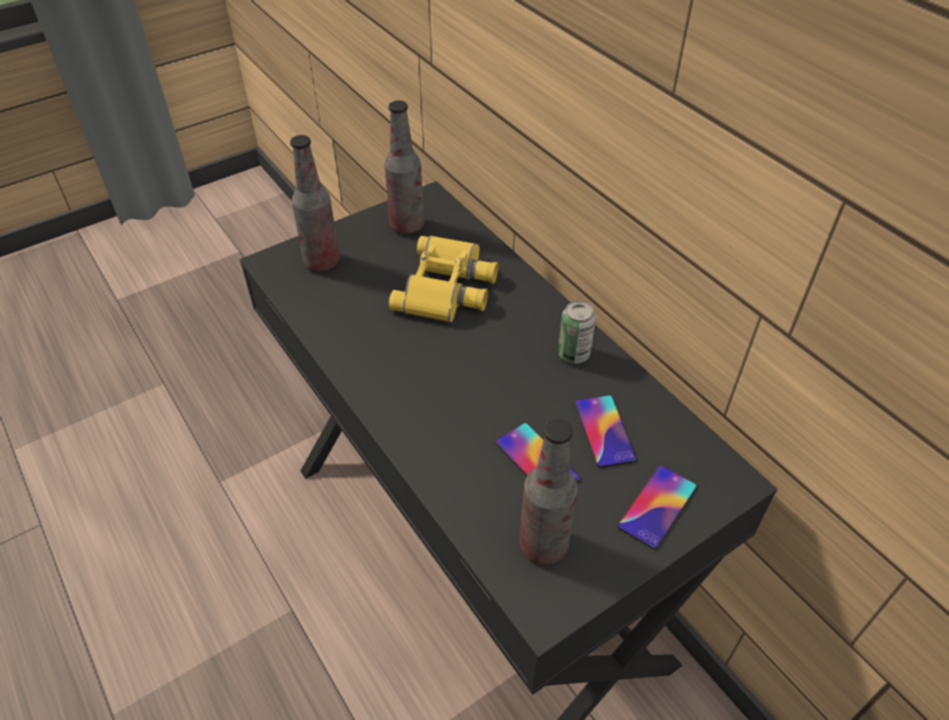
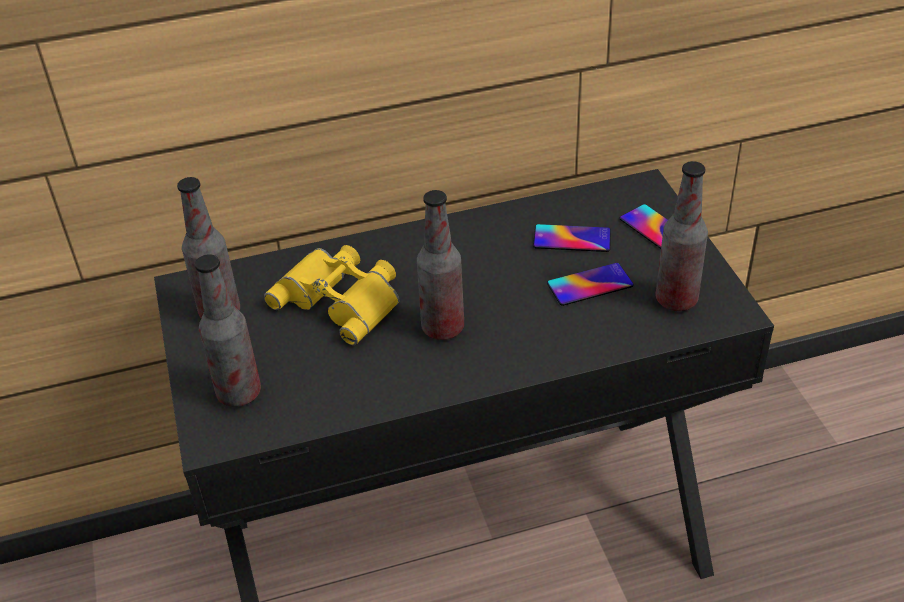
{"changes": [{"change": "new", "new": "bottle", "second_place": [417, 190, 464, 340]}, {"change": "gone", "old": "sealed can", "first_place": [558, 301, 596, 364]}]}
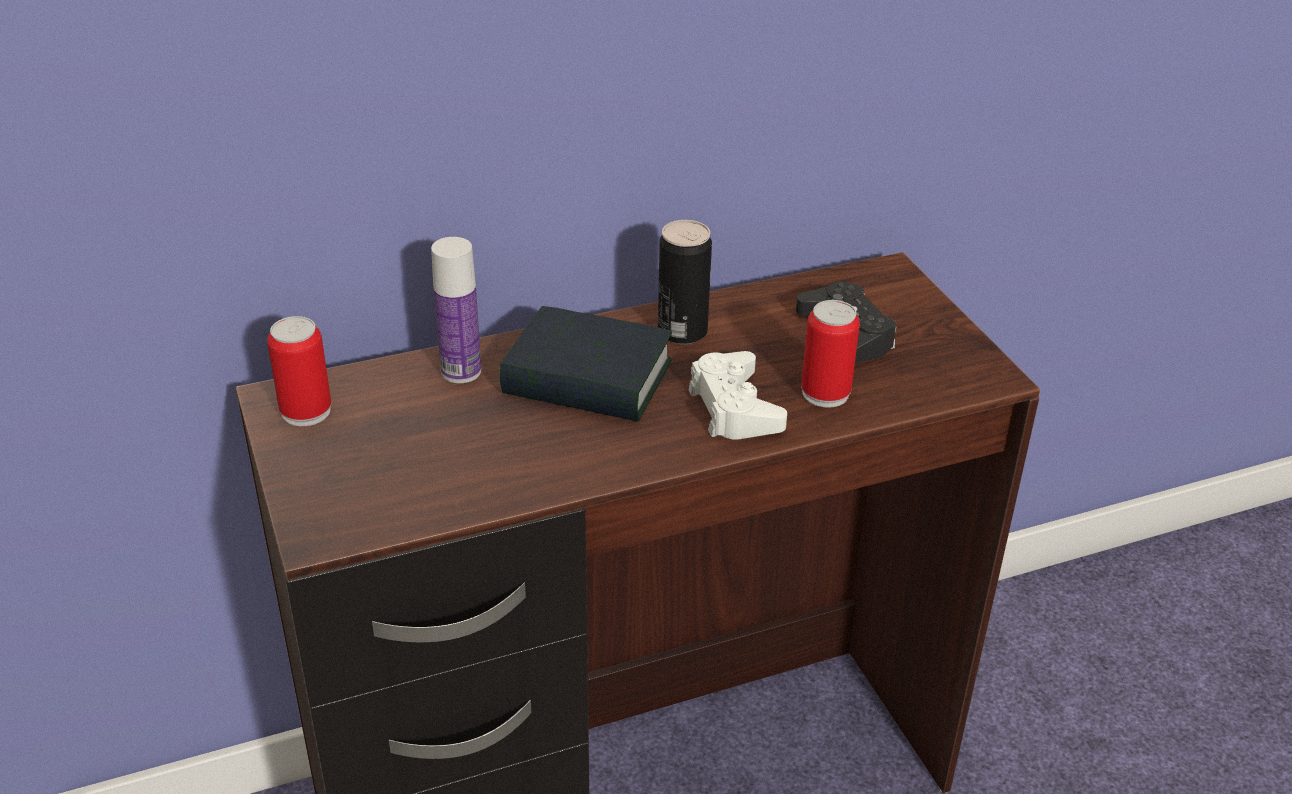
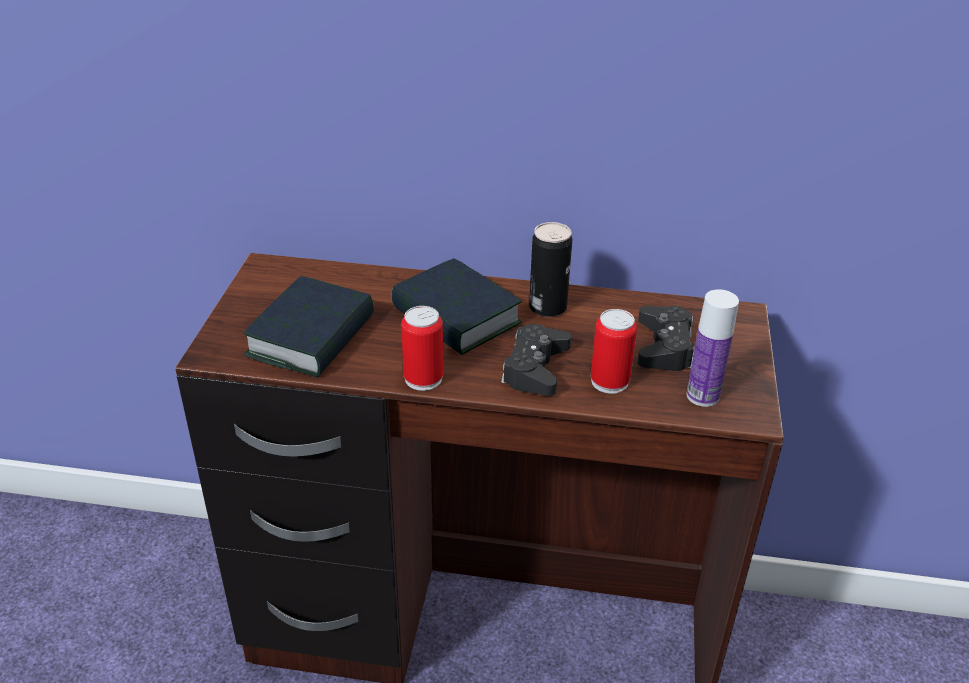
{"changes": [{"change": "new", "new": "bound book", "second_place": [243, 276, 374, 378]}, {"change": "shifted", "old": "sealed can", "first_place": [267, 316, 331, 426], "second_place": [401, 306, 443, 391]}, {"change": "repainted", "old": "white-coloured game controller", "new": "blackish game controller", "first_place": [688, 351, 787, 440], "second_place": [501, 324, 572, 396]}, {"change": "shifted", "old": "bottle", "first_place": [431, 237, 481, 383], "second_place": [686, 289, 739, 407]}]}
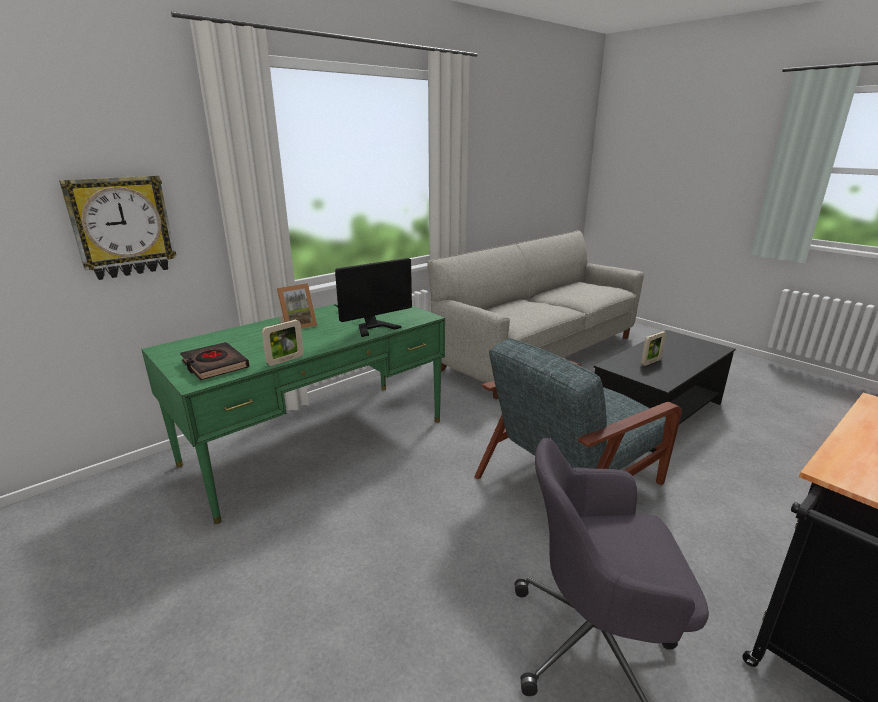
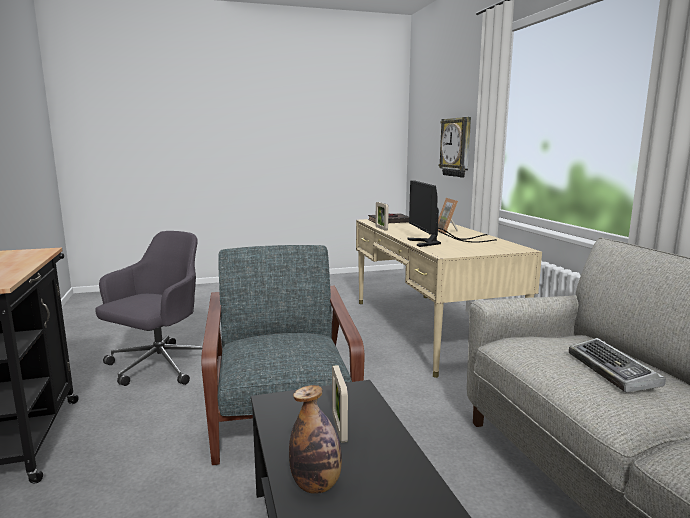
{"changes": [{"change": "new", "new": "bottle", "second_place": [289, 385, 342, 494]}, {"change": "repainted", "old": "green desk table", "new": "beige-coloured desk table", "first_place": [141, 303, 445, 524], "second_place": [356, 219, 542, 378]}, {"change": "new", "new": "keyboard", "second_place": [569, 338, 666, 393]}]}
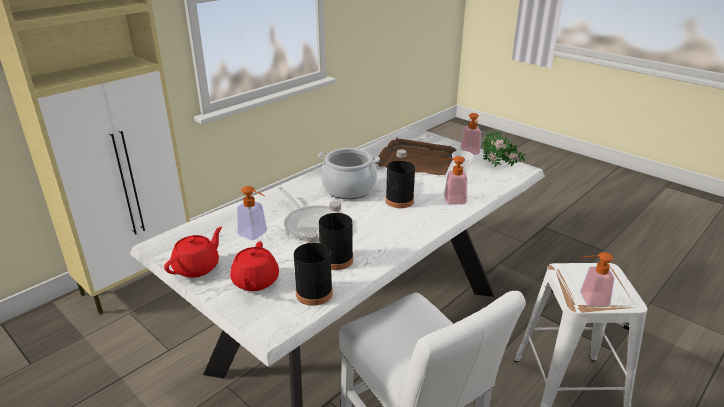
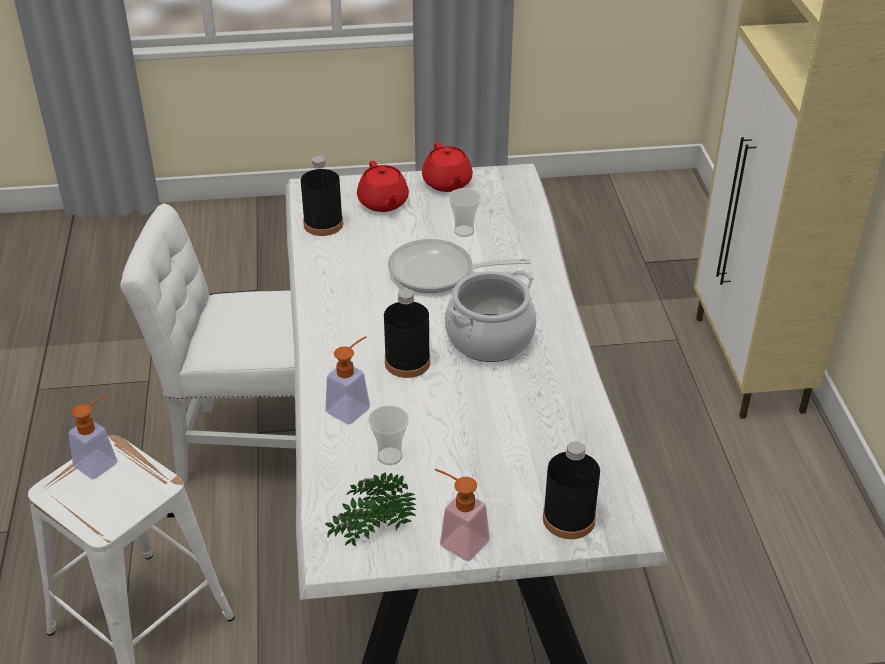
{"changes": [{"change": "rotated", "old": "reddish pot for tea", "first_place": [230, 241, 279, 291], "second_place": [357, 161, 409, 212], "degrees": -150}, {"change": "swapped", "old": "soap bottle", "new": "small cup", "first_place": [237, 186, 267, 240], "second_place": [448, 188, 481, 237]}, {"change": "shifted", "old": "blackish bottle", "first_place": [319, 201, 353, 270], "second_place": [543, 442, 600, 539]}, {"change": "gone", "old": "brown-coloured tray", "first_place": [375, 137, 456, 175]}]}
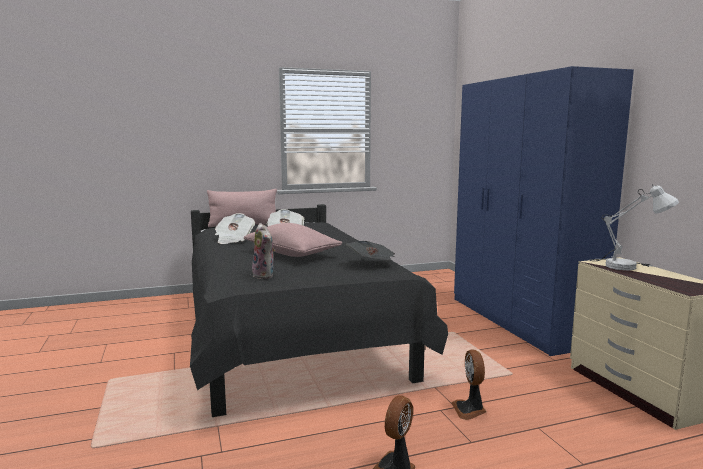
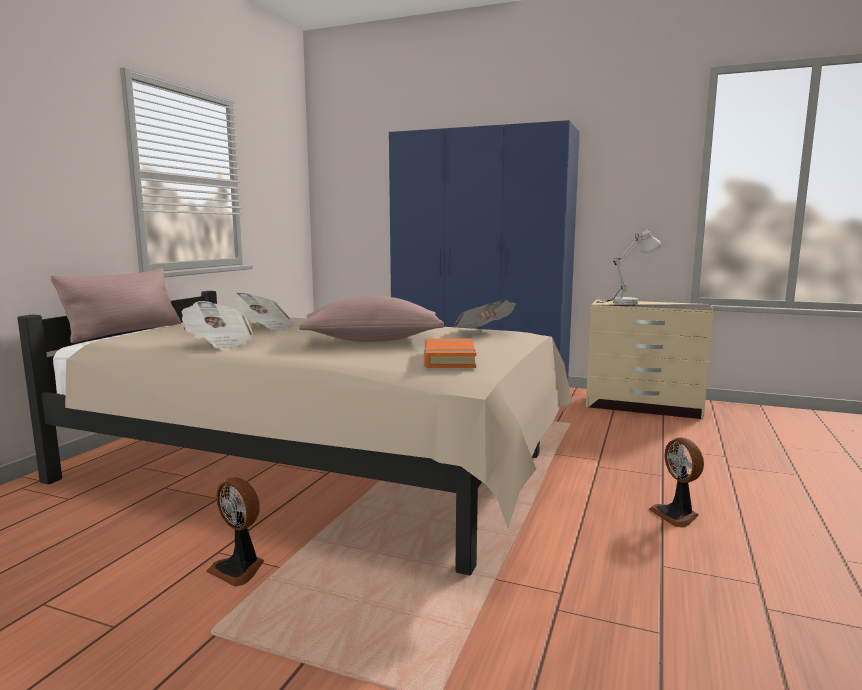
{"changes": [{"change": "repainted", "old": "blackish bed", "new": "beige-coloured bed", "first_place": [190, 204, 448, 417], "second_place": [18, 291, 572, 575]}, {"change": "shifted", "old": "cooling fan", "first_place": [452, 349, 486, 420], "second_place": [206, 477, 264, 587]}, {"change": "swapped", "old": "plush toy", "new": "orange bound book", "first_place": [252, 223, 275, 279], "second_place": [424, 338, 476, 368]}]}
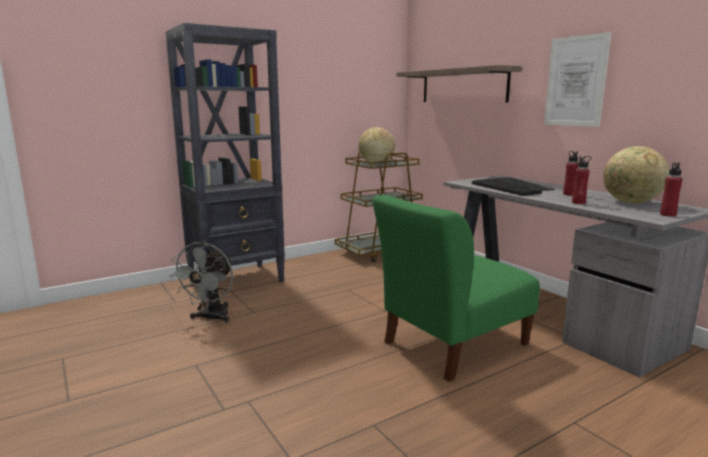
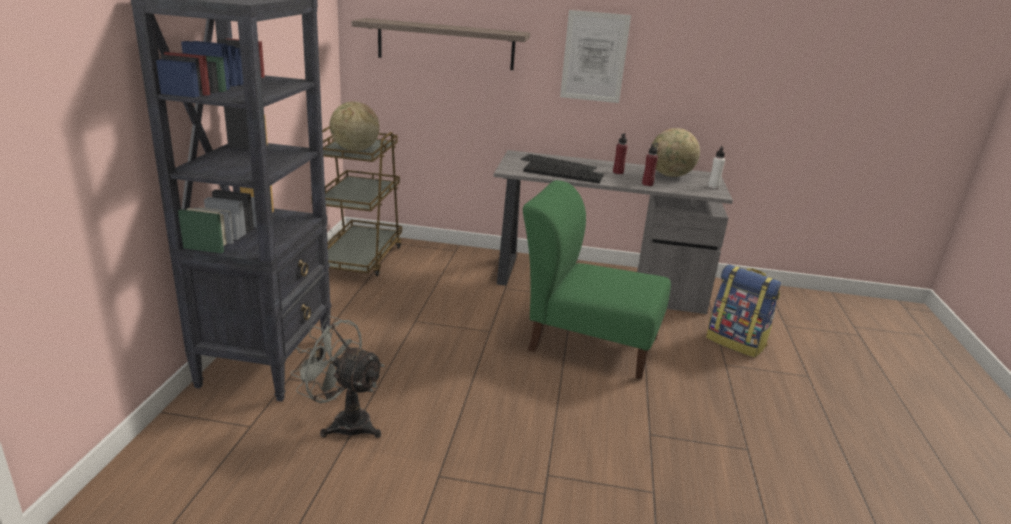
{"changes": [{"change": "rotated", "old": "gray cooling fan", "first_place": [169, 242, 233, 323], "second_place": [290, 316, 384, 438], "degrees": 150}, {"change": "rotated", "old": "green chair", "first_place": [372, 195, 540, 382], "second_place": [523, 180, 671, 379], "degrees": 105}, {"change": "new", "new": "rucksack", "second_place": [706, 264, 781, 358]}, {"change": "repainted", "old": "reddish bottle", "new": "white-coloured bottle", "first_place": [660, 163, 683, 217], "second_place": [708, 146, 725, 189]}]}
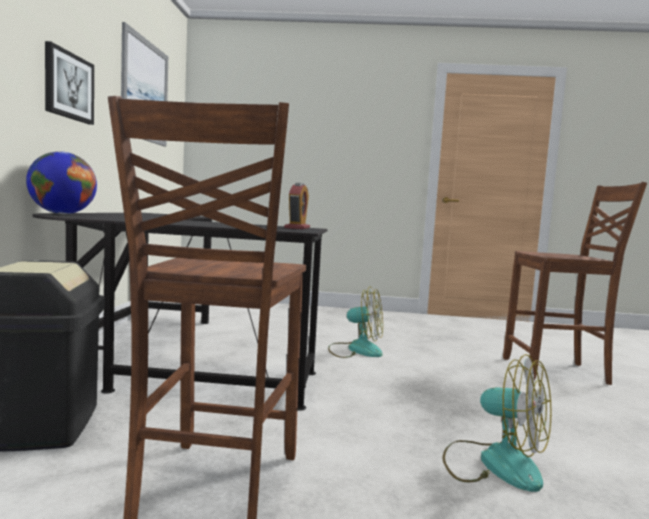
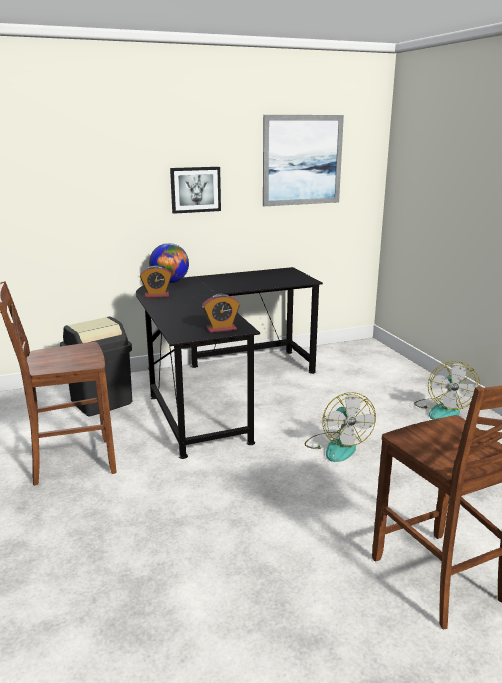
{"changes": [{"change": "new", "new": "alarm clock", "second_place": [140, 266, 172, 298]}, {"change": "shifted", "old": "cooling fan", "first_place": [442, 354, 552, 492], "second_place": [414, 361, 480, 420]}]}
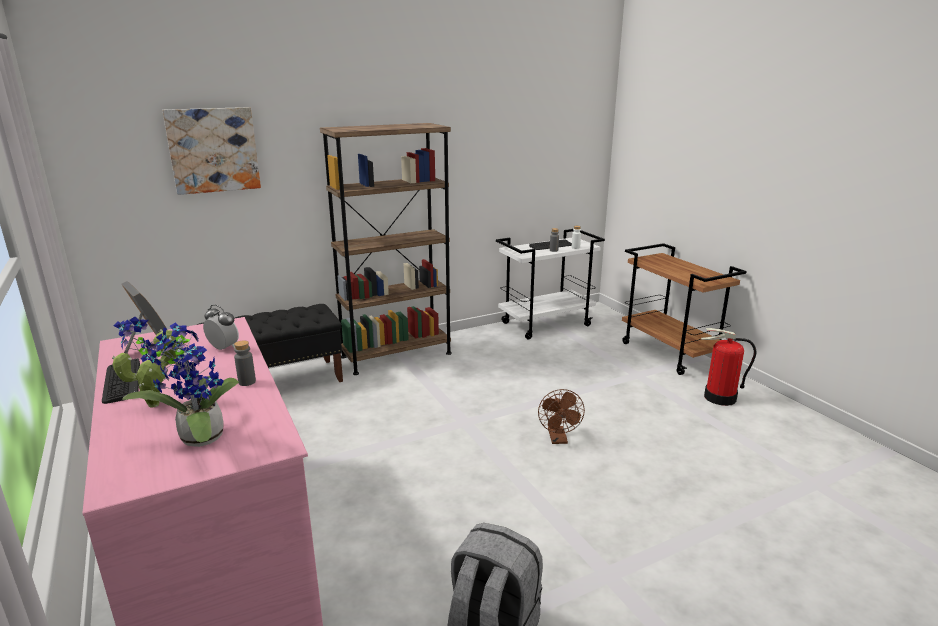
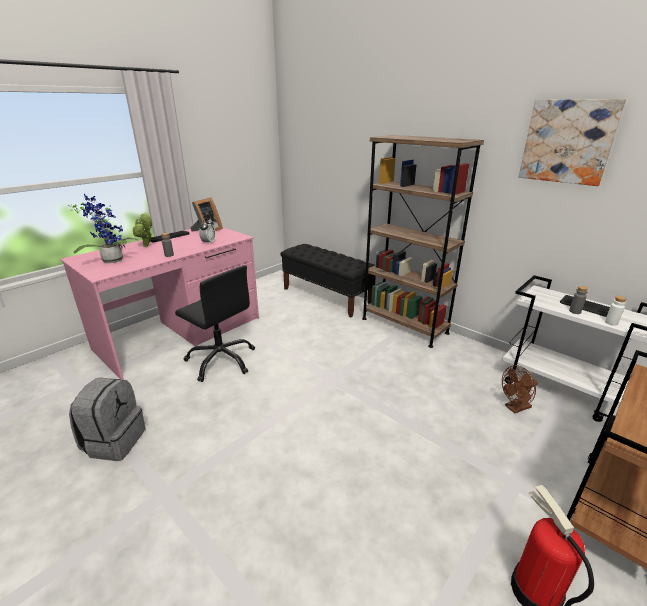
{"changes": [{"change": "new", "new": "blackish computer chair", "second_place": [175, 265, 255, 382]}, {"change": "shifted", "old": "brown-coloured cooling fan", "first_place": [538, 389, 585, 444], "second_place": [502, 365, 538, 413]}, {"change": "shifted", "old": "wall picture", "first_place": [162, 107, 261, 195], "second_place": [519, 99, 626, 186]}]}
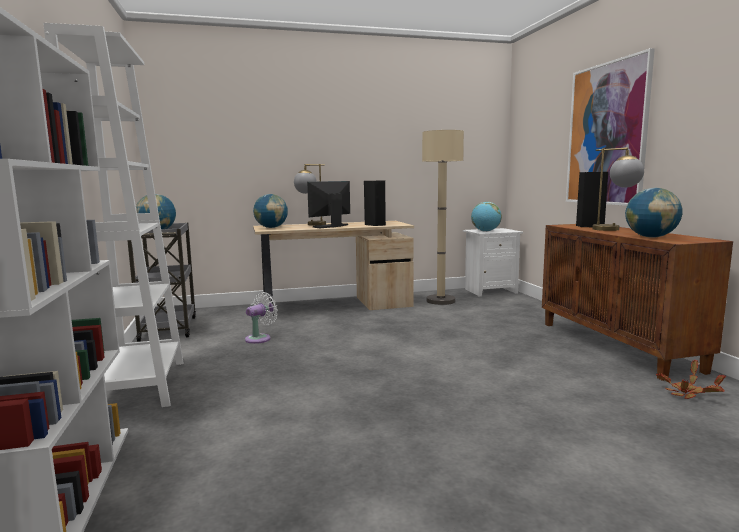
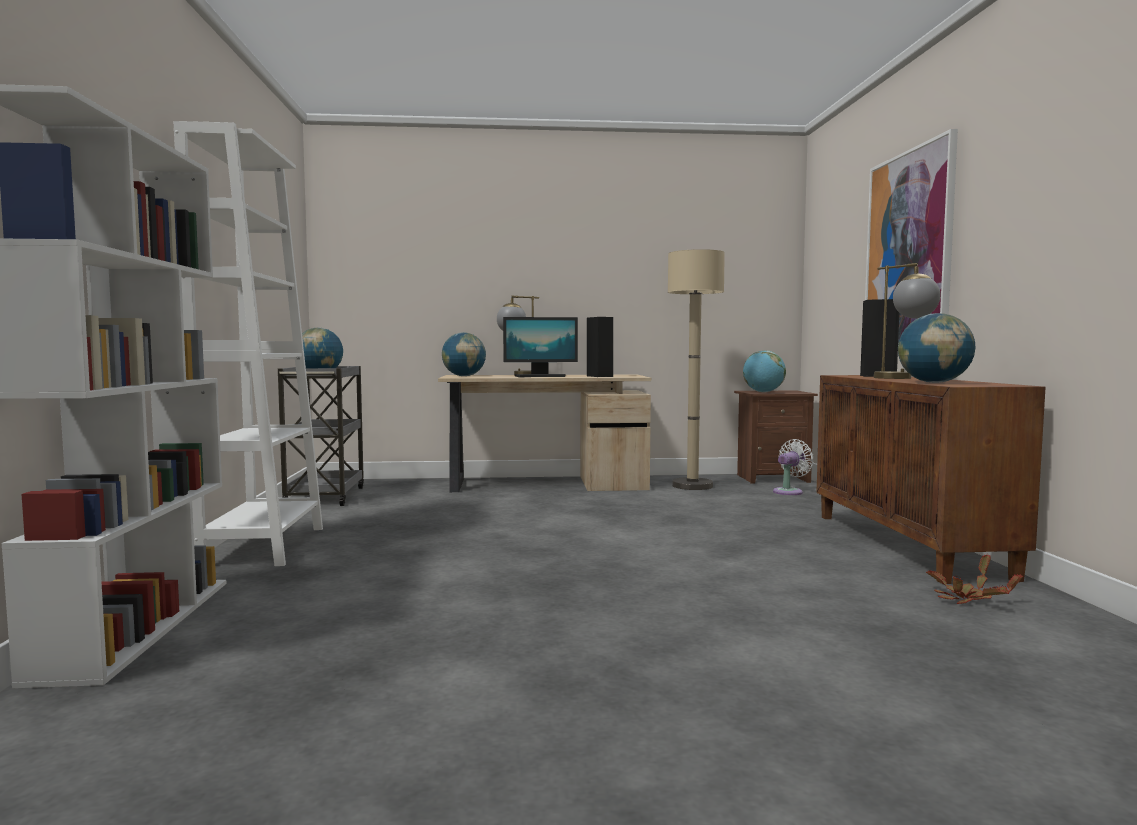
{"changes": [{"change": "rotated", "old": "monitor", "first_place": [307, 181, 350, 228], "second_place": [503, 317, 578, 377], "degrees": -150}, {"change": "repainted", "old": "white-coloured night table", "new": "brown-coloured night table", "first_place": [463, 228, 523, 296], "second_place": [734, 391, 818, 484]}, {"change": "shifted", "old": "white-coloured cooling fan", "first_place": [245, 292, 278, 344], "second_place": [773, 439, 814, 495]}]}
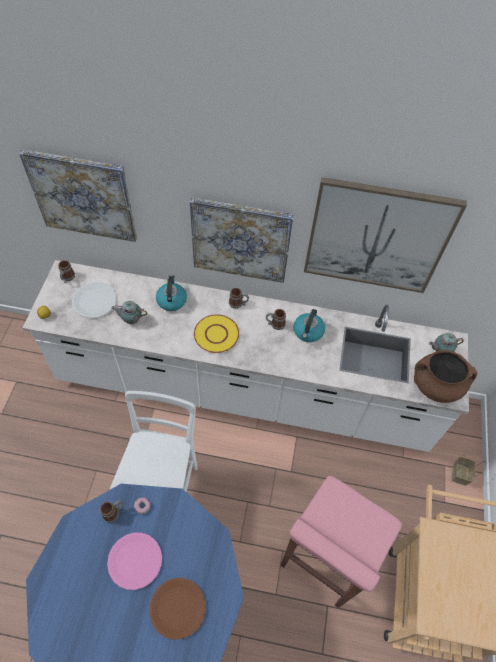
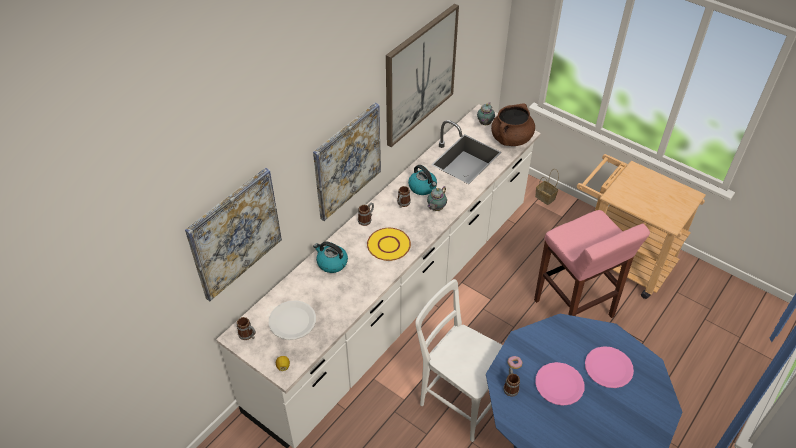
{"changes": [{"change": "shifted", "old": "pot for tea", "first_place": [111, 301, 147, 324], "second_place": [427, 186, 447, 211]}, {"change": "repainted", "old": "brown-coloured plate", "new": "pink plate", "first_place": [149, 578, 206, 640], "second_place": [585, 346, 634, 388]}]}
